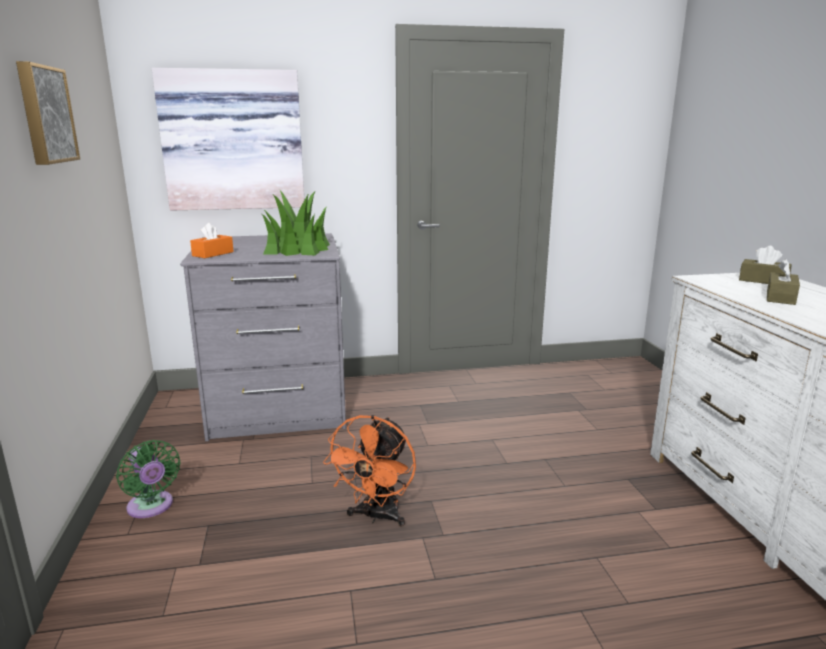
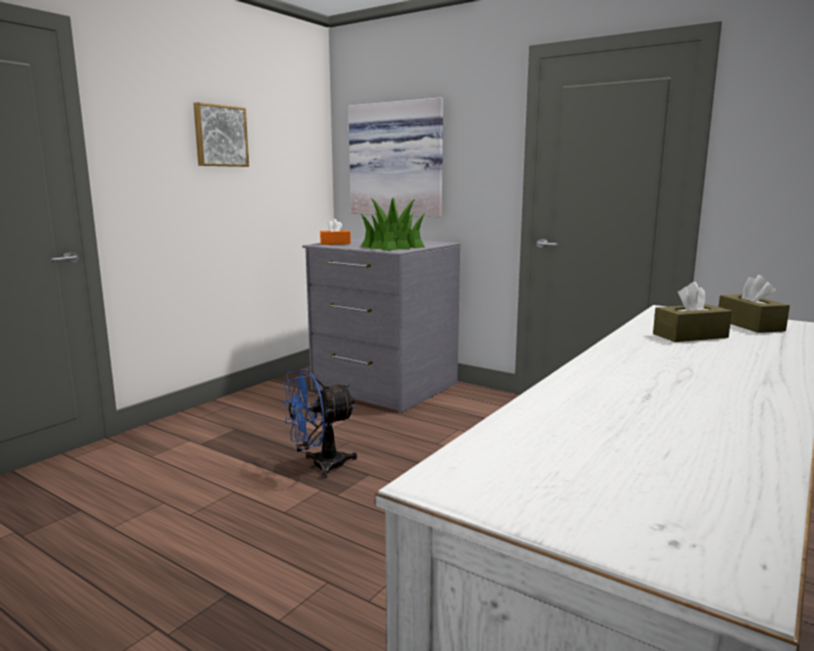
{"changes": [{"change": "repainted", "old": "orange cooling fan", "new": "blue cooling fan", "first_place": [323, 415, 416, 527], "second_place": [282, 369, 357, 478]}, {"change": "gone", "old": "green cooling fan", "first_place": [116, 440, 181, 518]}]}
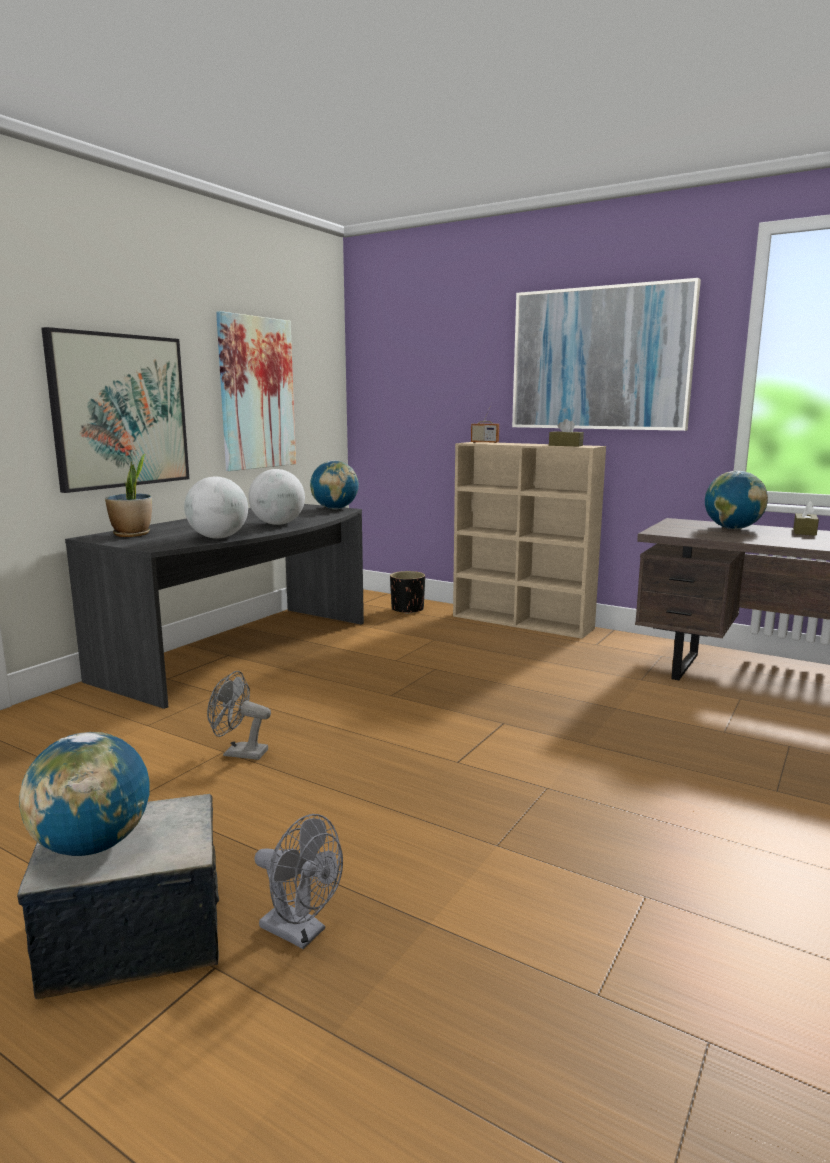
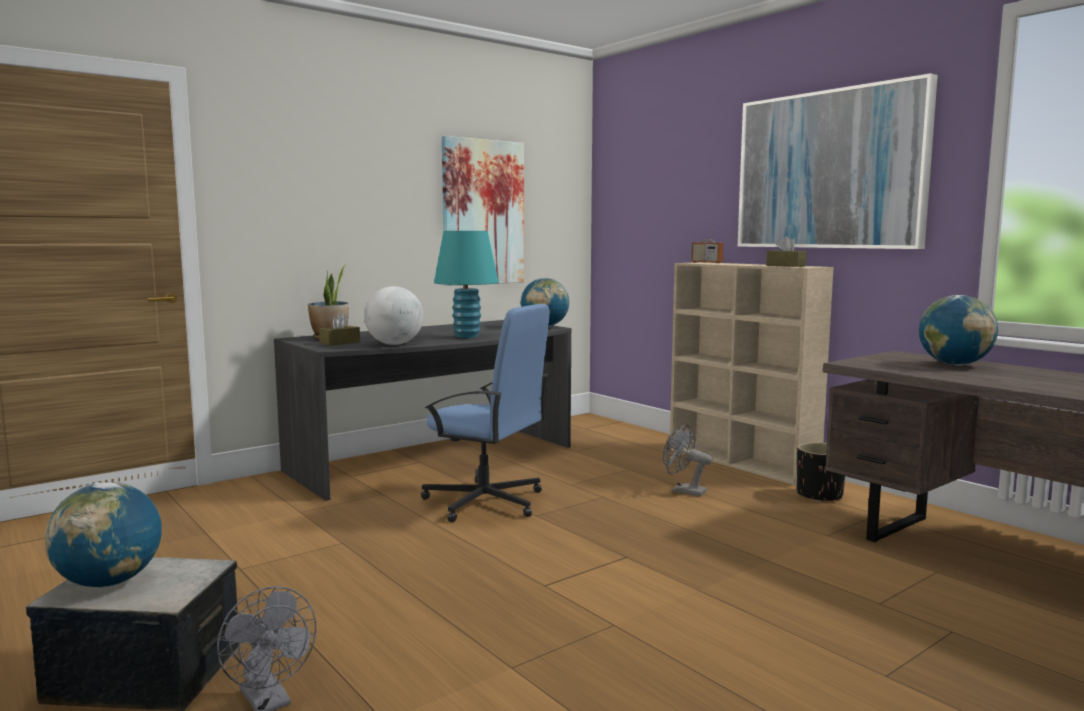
{"changes": [{"change": "shifted", "old": "brown-coloured tissue box", "first_place": [793, 501, 819, 536], "second_place": [319, 313, 360, 346]}, {"change": "new", "new": "blue computer chair", "second_place": [421, 304, 550, 522]}, {"change": "swapped", "old": "desk globe", "new": "turquoise lamp for a table", "first_place": [249, 469, 305, 525], "second_place": [434, 231, 499, 338]}, {"change": "shifted", "old": "gray cooling fan", "first_place": [207, 671, 271, 760], "second_place": [663, 425, 712, 497]}, {"change": "shifted", "old": "blackish planter", "first_place": [390, 571, 425, 614], "second_place": [797, 442, 845, 503]}, {"change": "gone", "old": "wall picture", "first_place": [41, 327, 189, 493]}]}
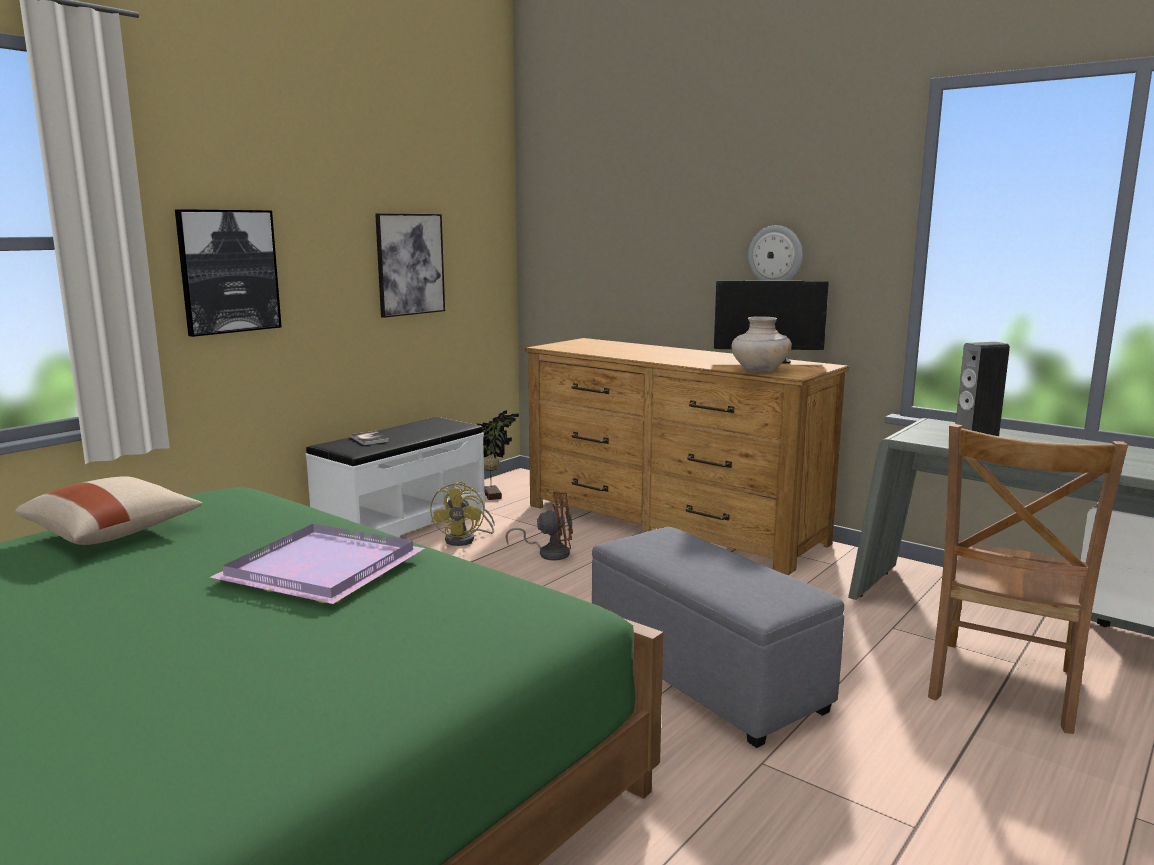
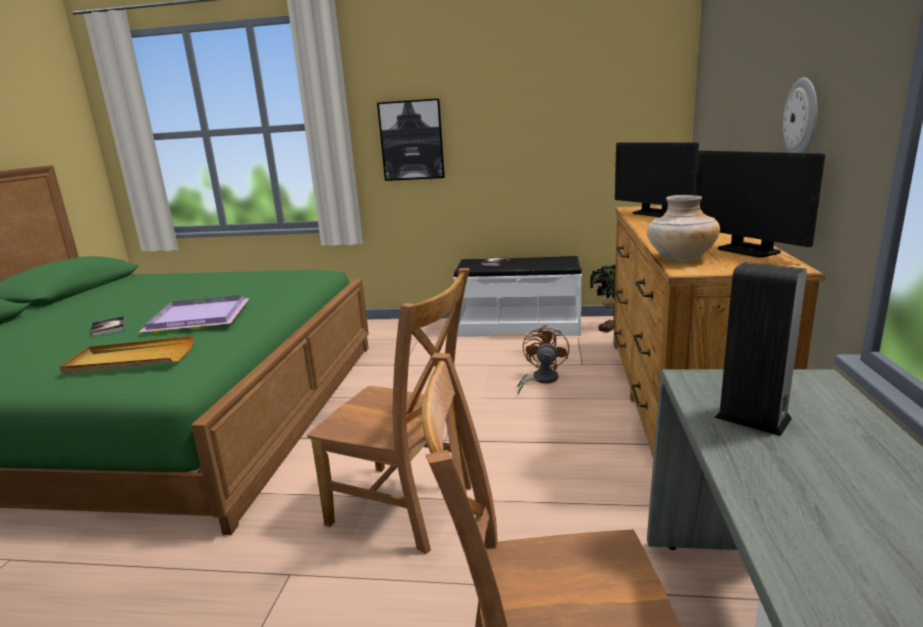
{"changes": [{"change": "new", "new": "beige-coloured tray", "second_place": [60, 336, 194, 375]}, {"change": "new", "new": "bound book", "second_place": [91, 316, 125, 336]}, {"change": "swapped", "old": "gray footrest", "new": "brown-coloured chair", "first_place": [592, 527, 844, 748], "second_place": [307, 268, 472, 554]}, {"change": "rotated", "old": "brown-coloured cooling fan", "first_place": [506, 492, 573, 561], "second_place": [517, 325, 569, 395], "degrees": -135}, {"change": "new", "new": "monitor", "second_place": [615, 142, 699, 217]}, {"change": "gone", "old": "beige-coloured throw pillow", "first_place": [15, 477, 202, 545]}, {"change": "gone", "old": "wall picture", "first_place": [375, 213, 445, 318]}, {"change": "gone", "old": "yellow cooling fan", "first_place": [430, 481, 495, 546]}]}
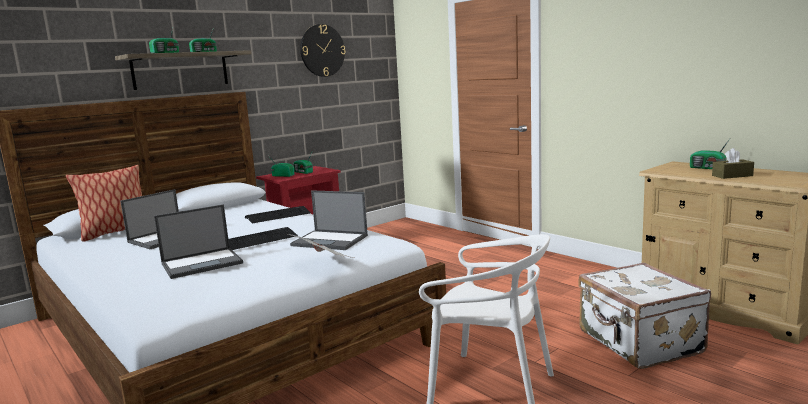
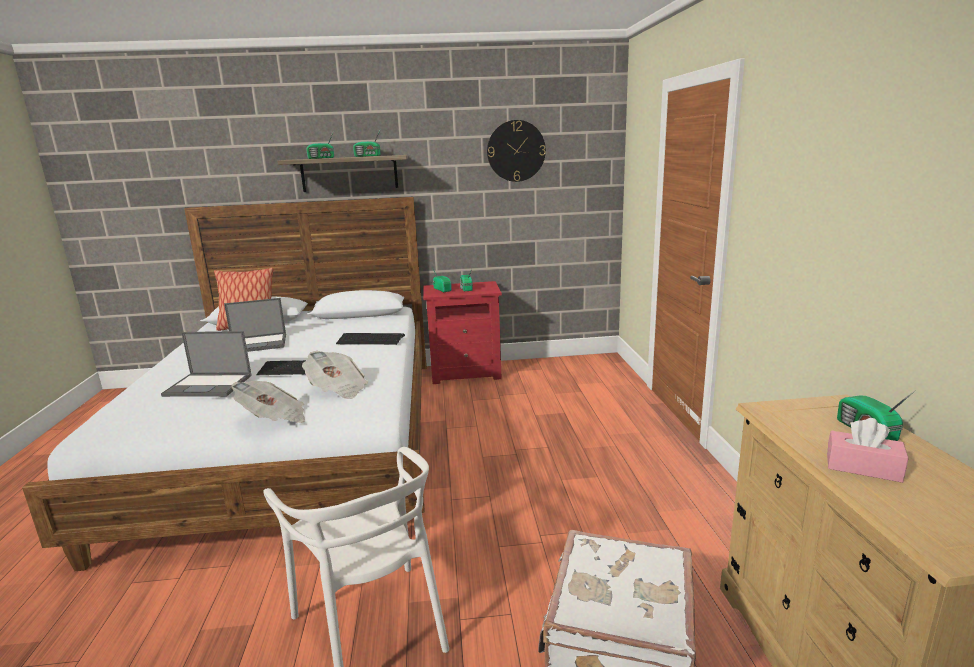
{"changes": [{"change": "swapped", "old": "portable computer", "new": "printed paper", "first_place": [290, 190, 368, 250], "second_place": [302, 351, 368, 399]}, {"change": "repainted", "old": "brown-coloured tissue box", "new": "pink tissue box", "first_place": [712, 148, 754, 179], "second_place": [827, 418, 908, 483]}]}
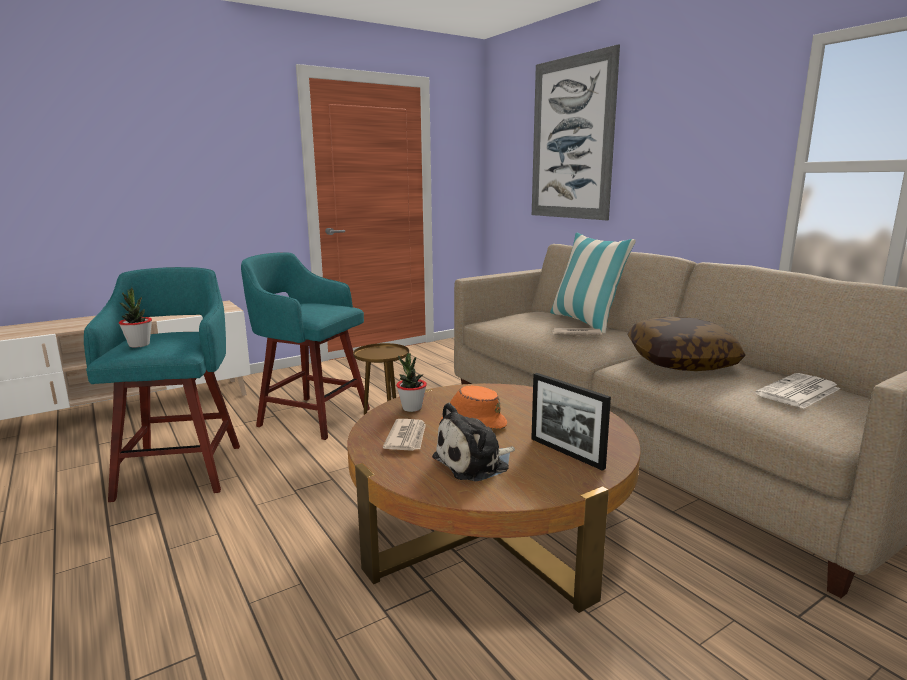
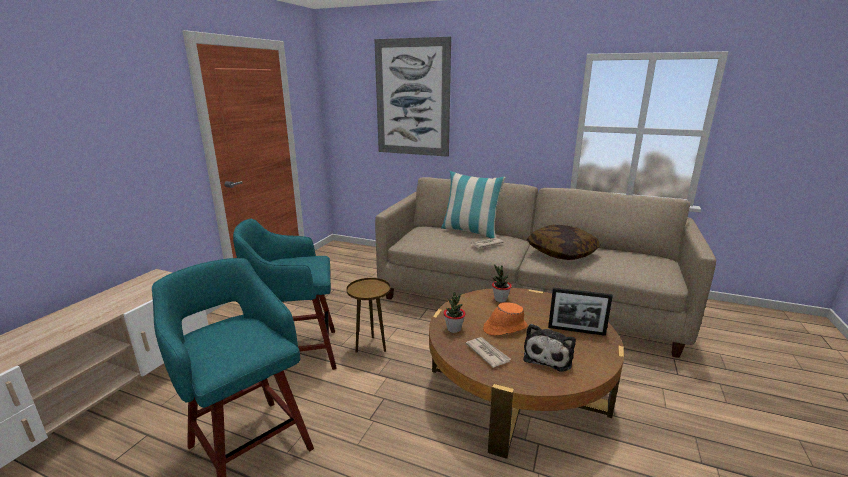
{"changes": [{"change": "shifted", "old": "potted plant", "first_place": [119, 287, 152, 348], "second_place": [492, 264, 512, 303]}, {"change": "gone", "old": "printed paper", "first_place": [755, 373, 840, 409]}]}
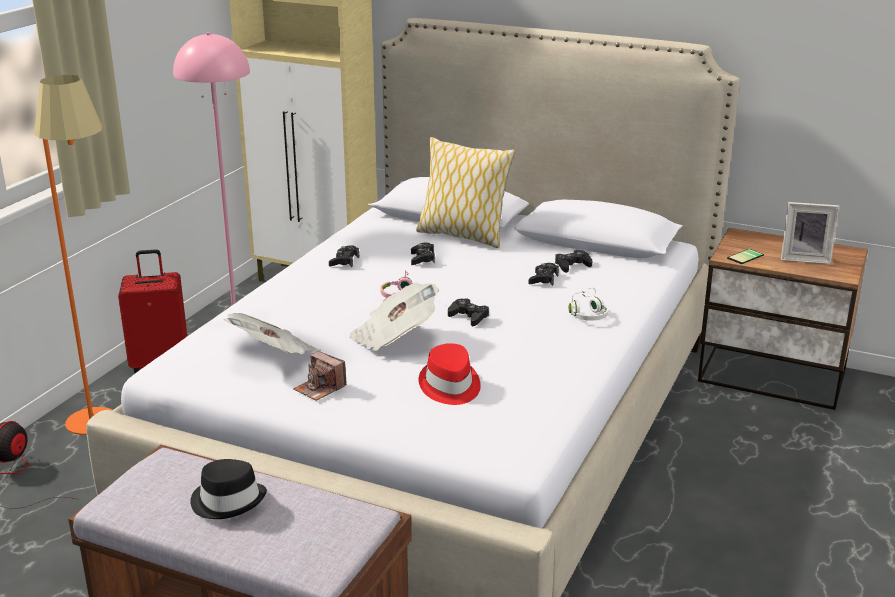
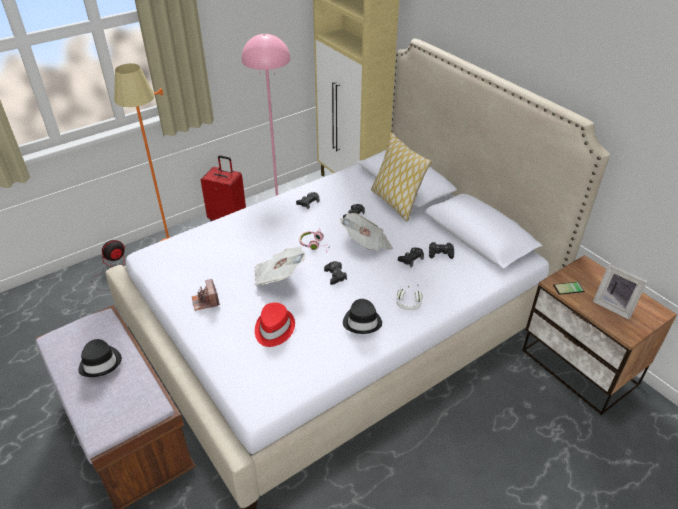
{"changes": [{"change": "shifted", "old": "printed paper", "first_place": [223, 313, 321, 354], "second_place": [340, 213, 393, 251]}, {"change": "new", "new": "blackish wearable hat", "second_place": [343, 299, 382, 334]}]}
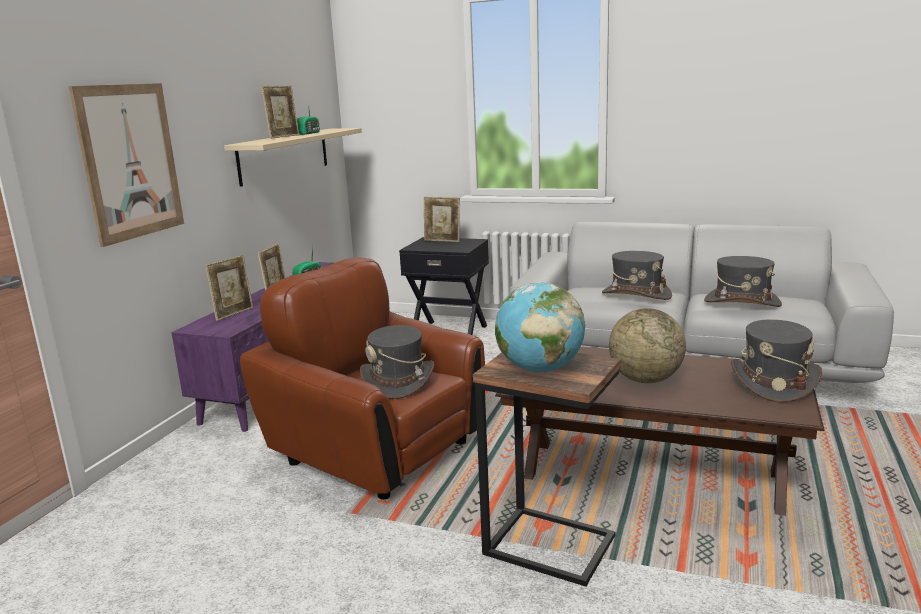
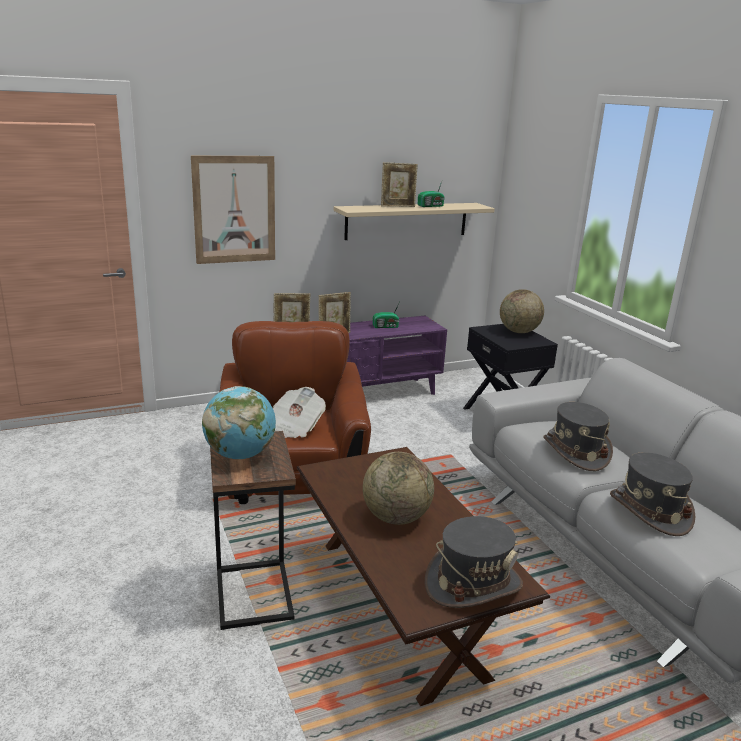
{"changes": [{"change": "swapped", "old": "gray wearable hat", "new": "printed paper", "first_place": [360, 325, 434, 399], "second_place": [273, 387, 326, 438]}, {"change": "swapped", "old": "photo frame", "new": "desk globe", "first_place": [424, 197, 460, 242], "second_place": [500, 289, 544, 333]}]}
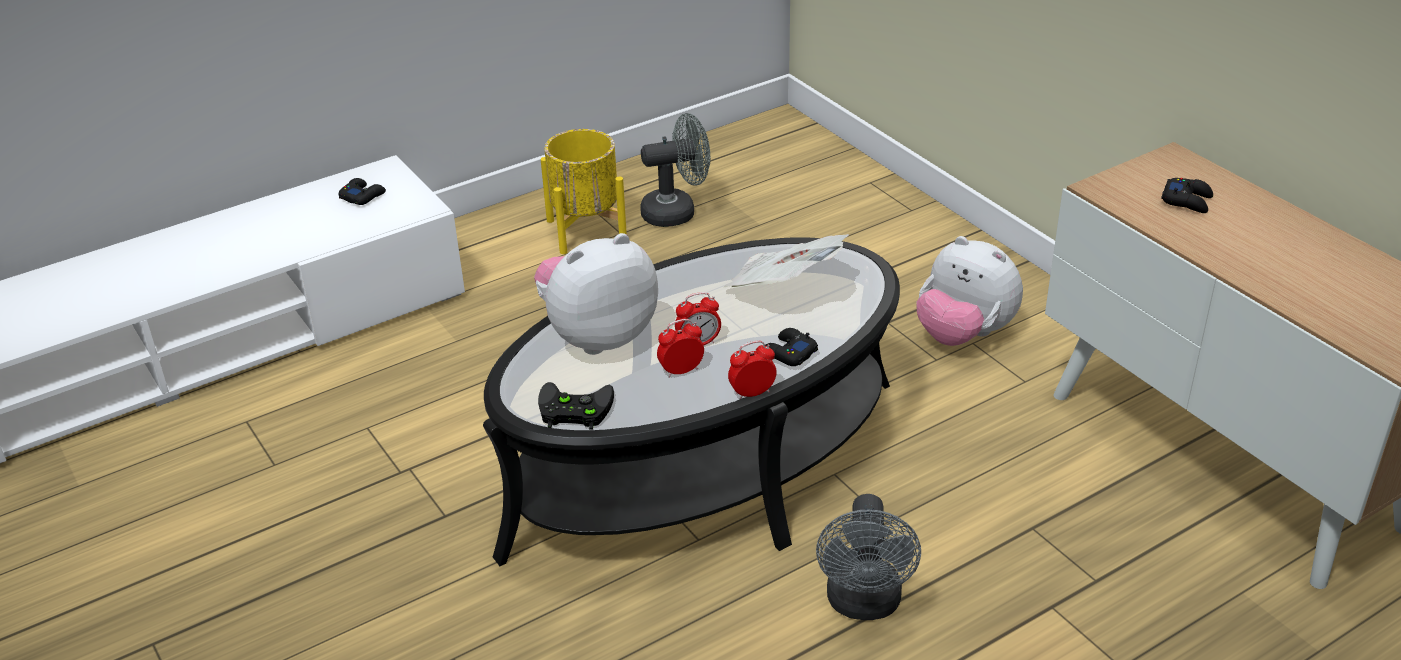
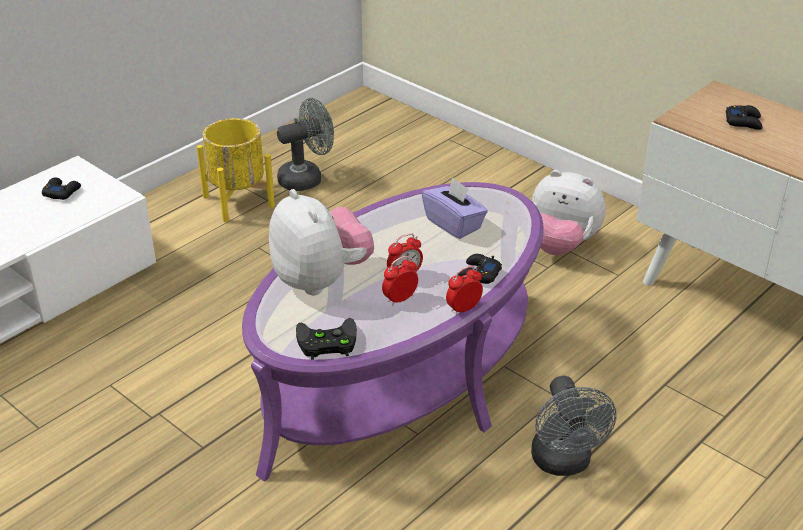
{"changes": [{"change": "repainted", "old": "blackish coffee table", "new": "purple-coloured coffee table", "first_place": [483, 237, 900, 566], "second_place": [242, 182, 544, 482]}, {"change": "rotated", "old": "plush toy", "first_place": [534, 233, 658, 355], "second_place": [269, 189, 374, 295], "degrees": 105}, {"change": "swapped", "old": "printed paper", "new": "purple-coloured tissue box", "first_place": [724, 234, 848, 288], "second_place": [422, 177, 488, 239]}]}
